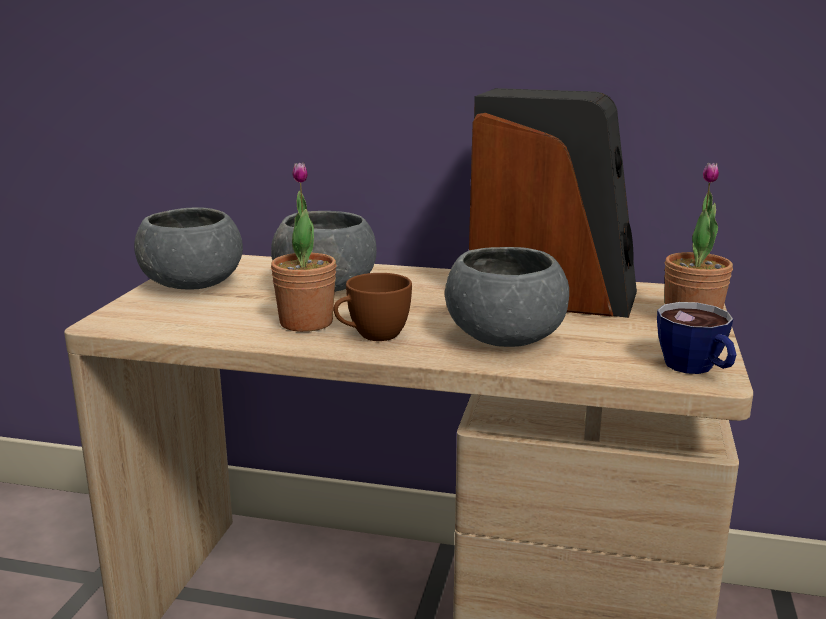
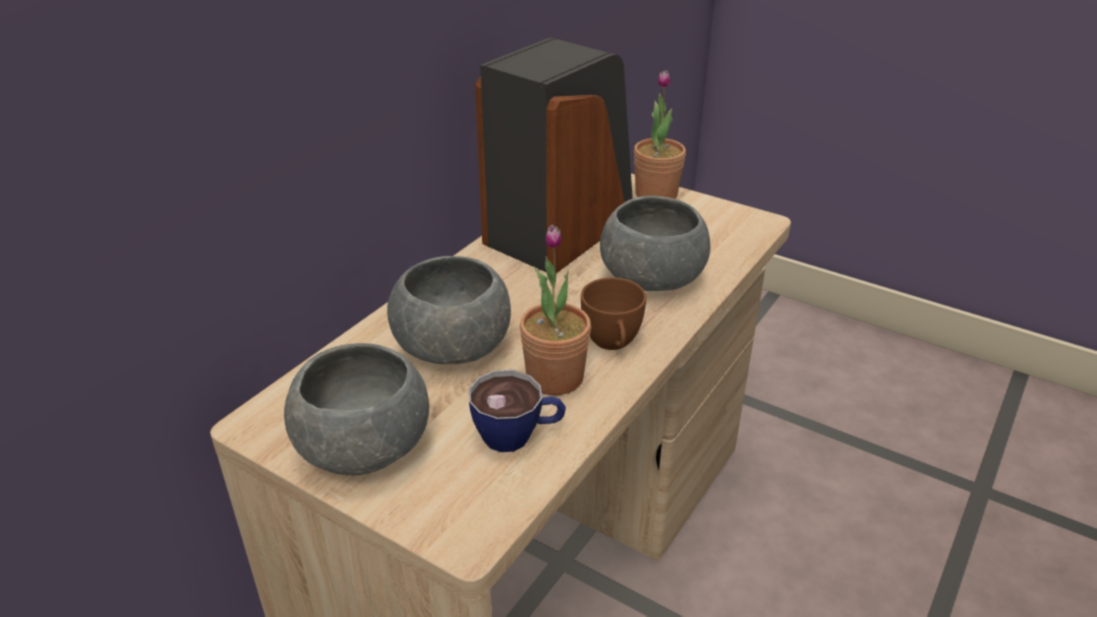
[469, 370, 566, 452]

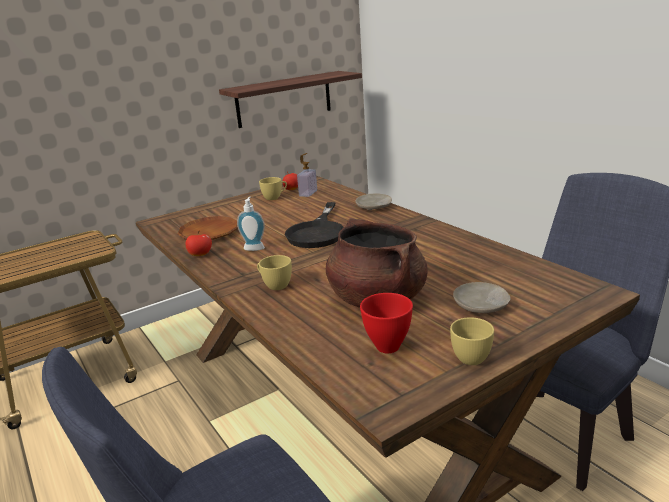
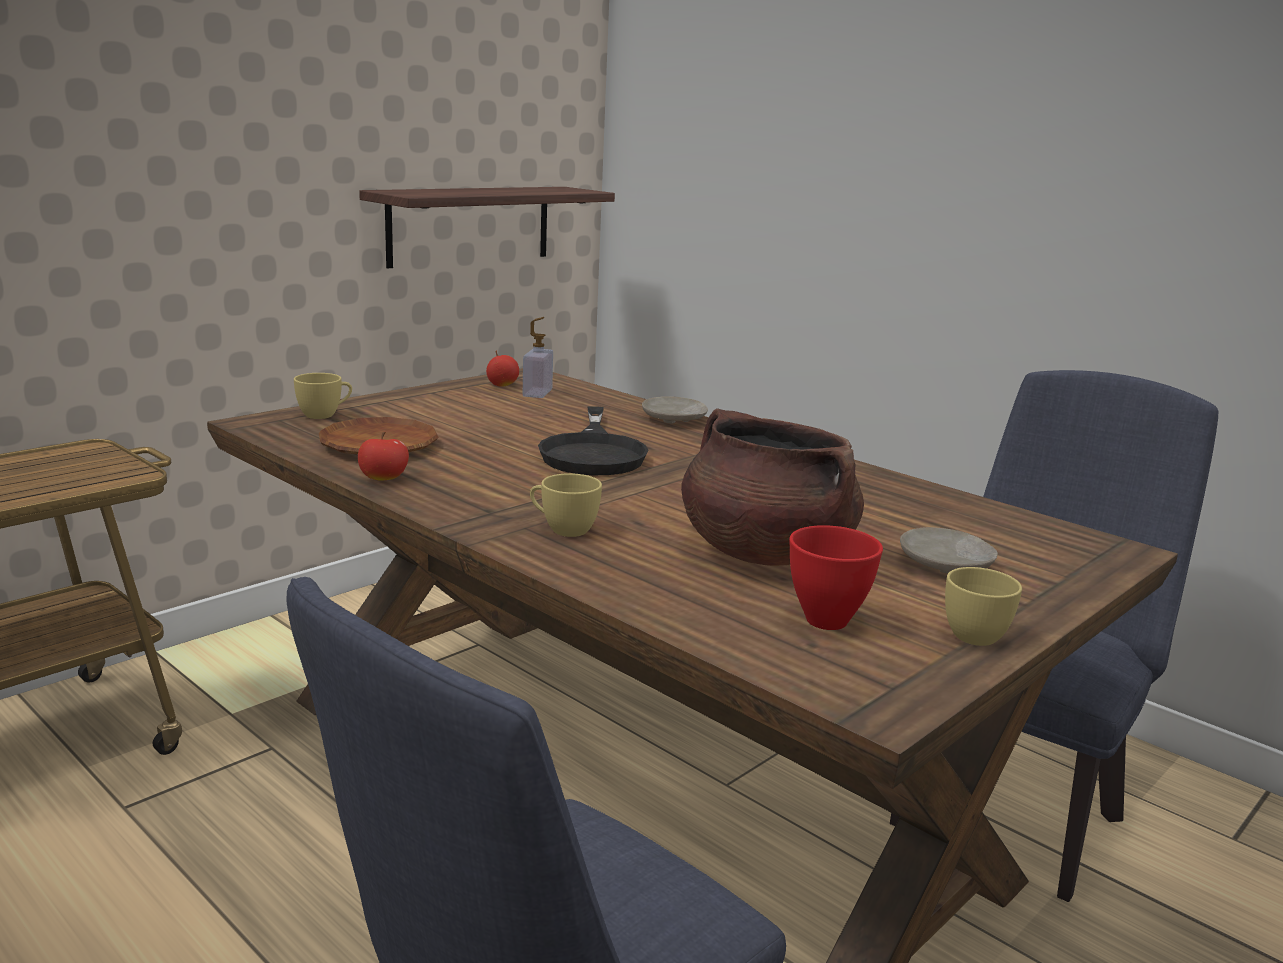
[294, 373, 352, 419]
[237, 197, 265, 251] (first image)

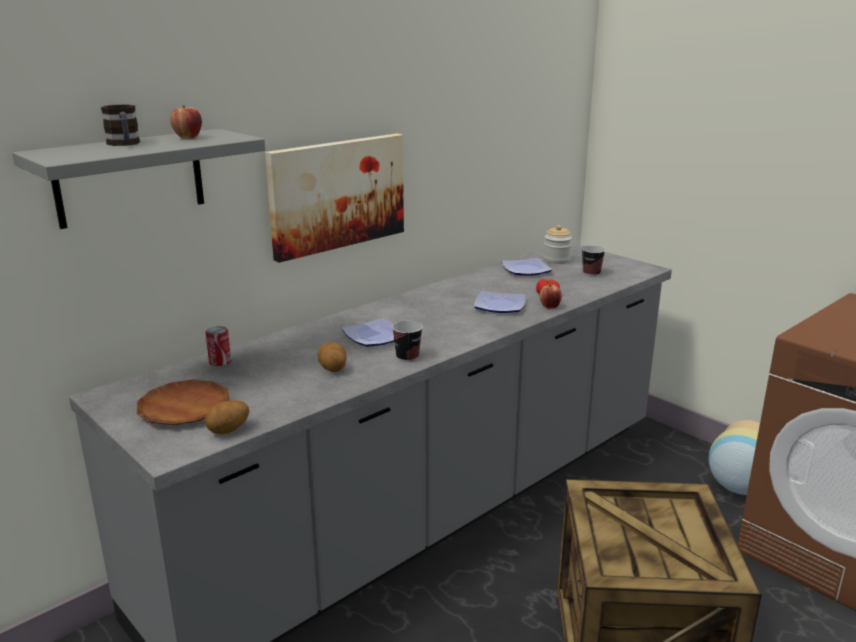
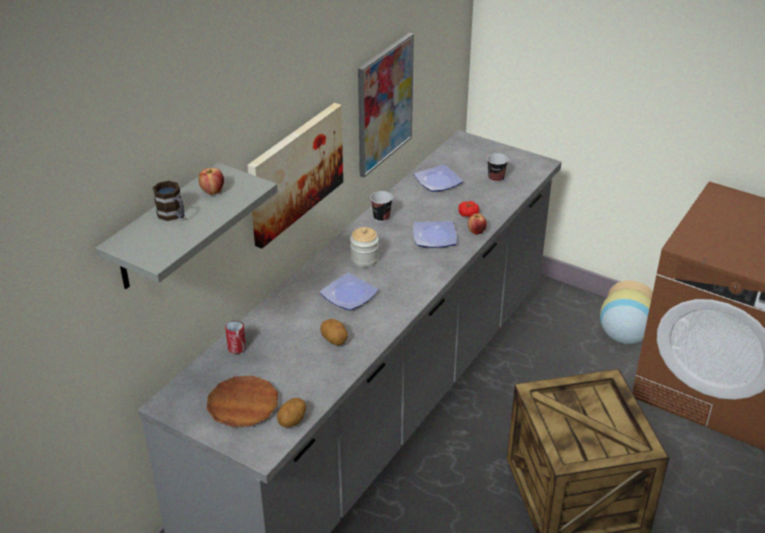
[350, 227, 379, 267]
[358, 33, 414, 178]
[370, 191, 393, 222]

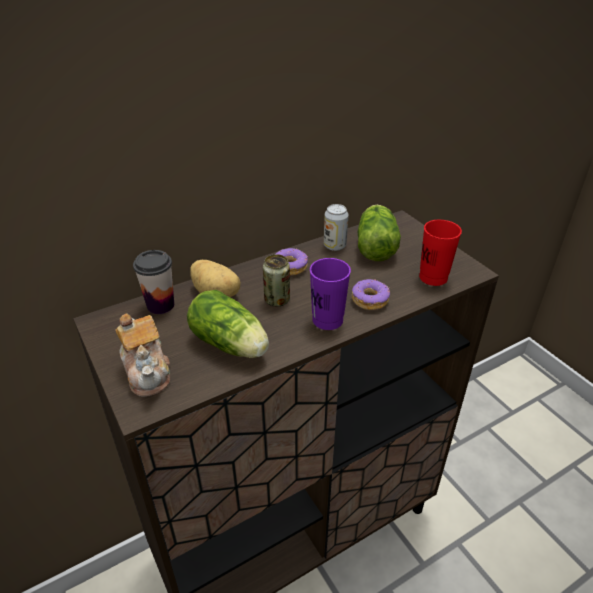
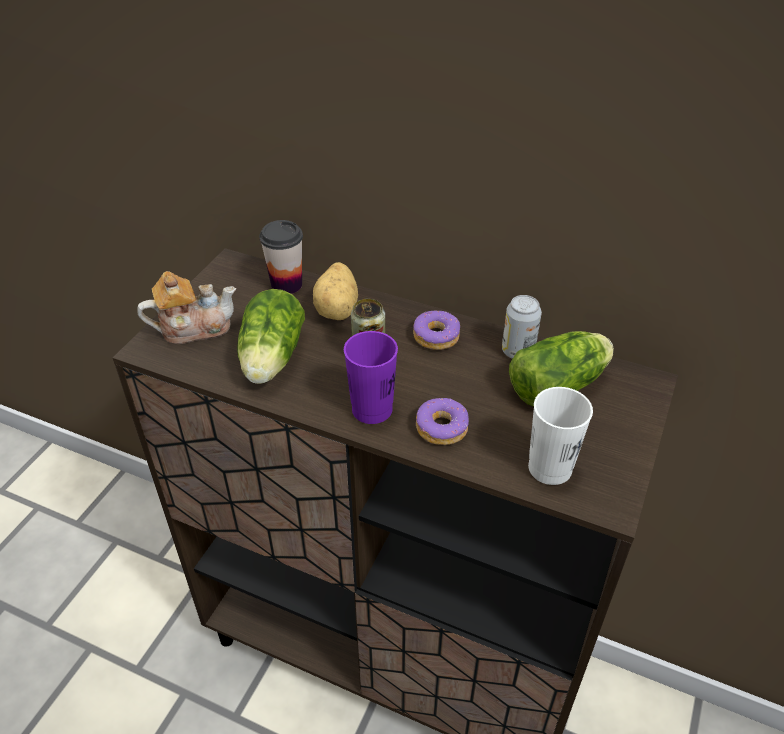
[137, 271, 236, 344]
[528, 387, 593, 485]

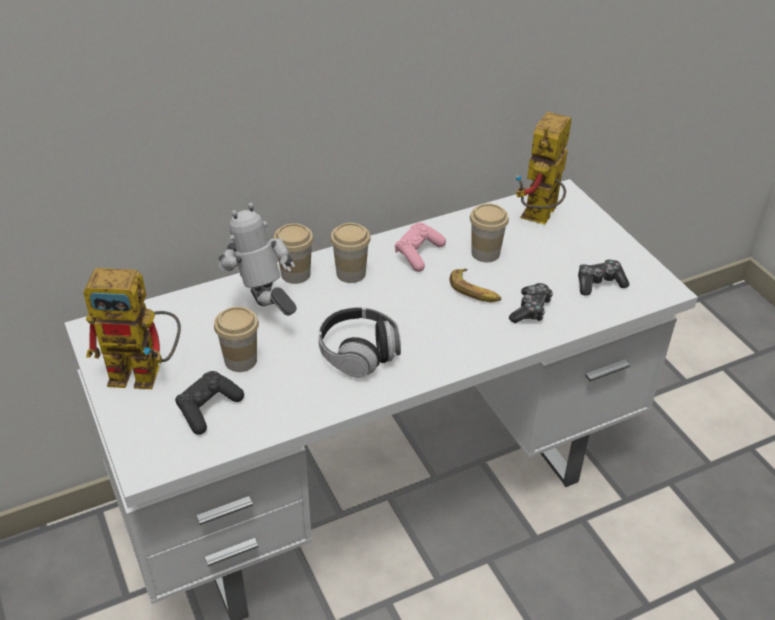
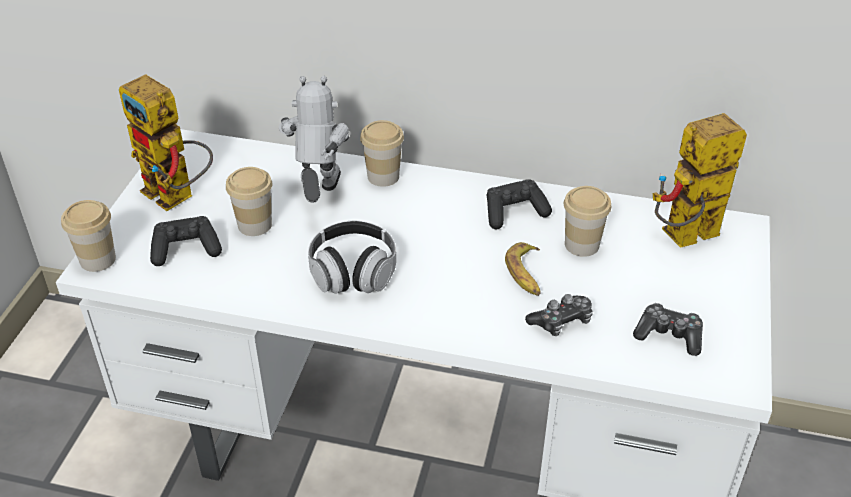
[61, 200, 116, 272]
[487, 179, 552, 229]

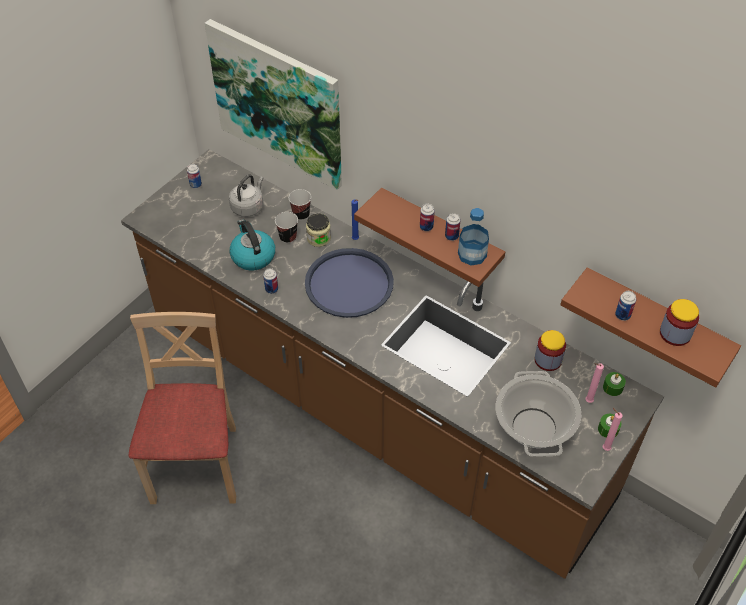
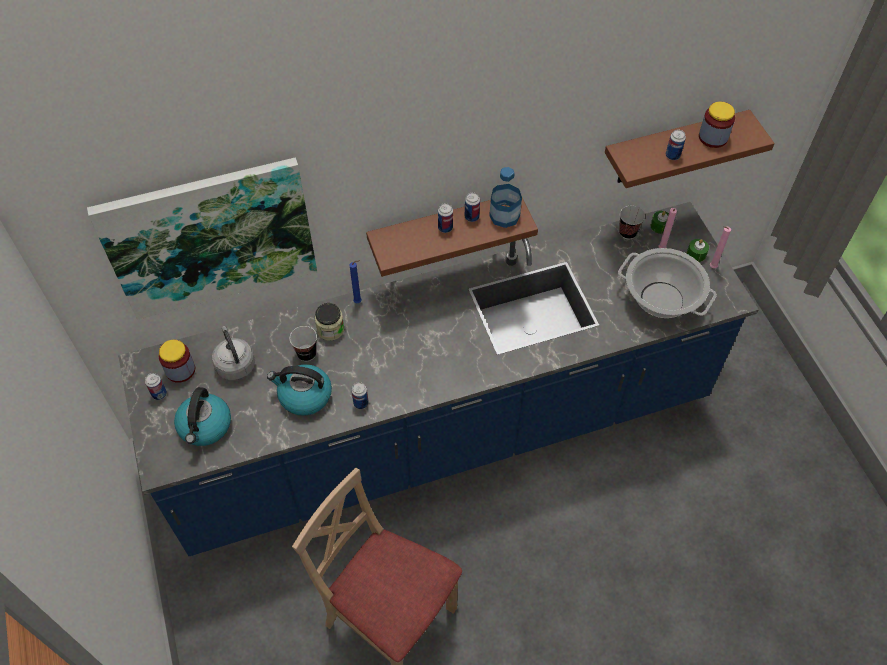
[118, 202, 759, 556]
[159, 340, 195, 383]
[174, 387, 231, 446]
[619, 206, 645, 239]
[305, 248, 394, 318] (first image)

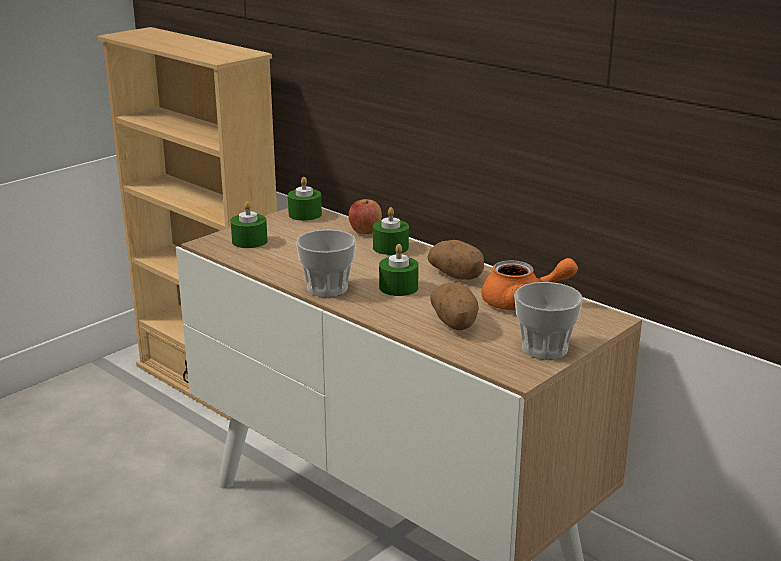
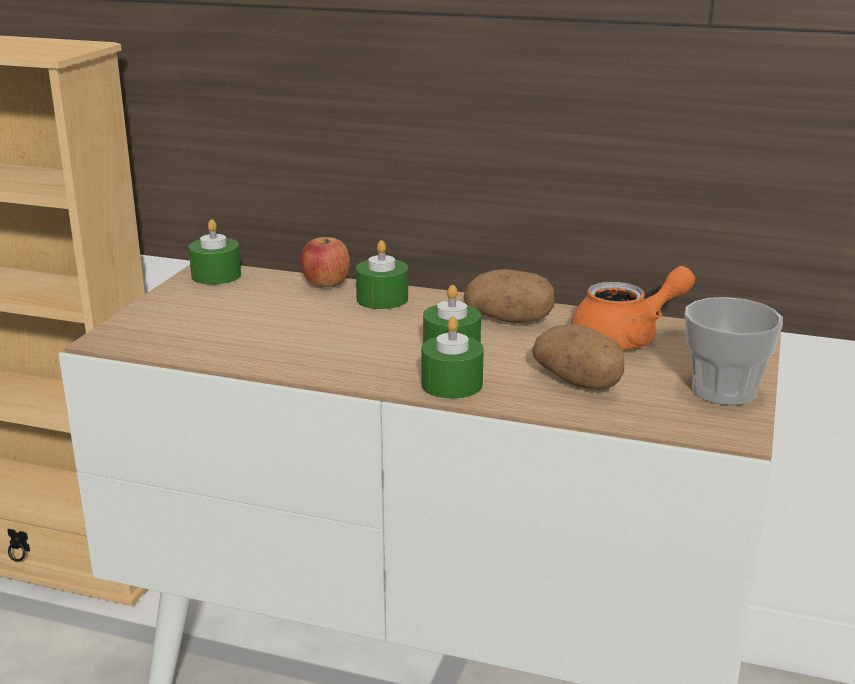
[421, 317, 484, 399]
[296, 230, 356, 297] (first image)

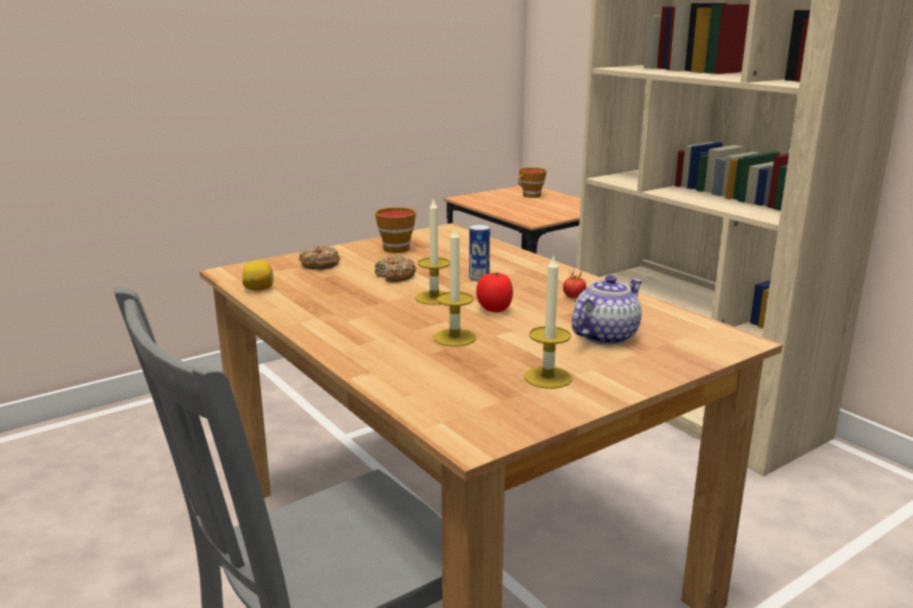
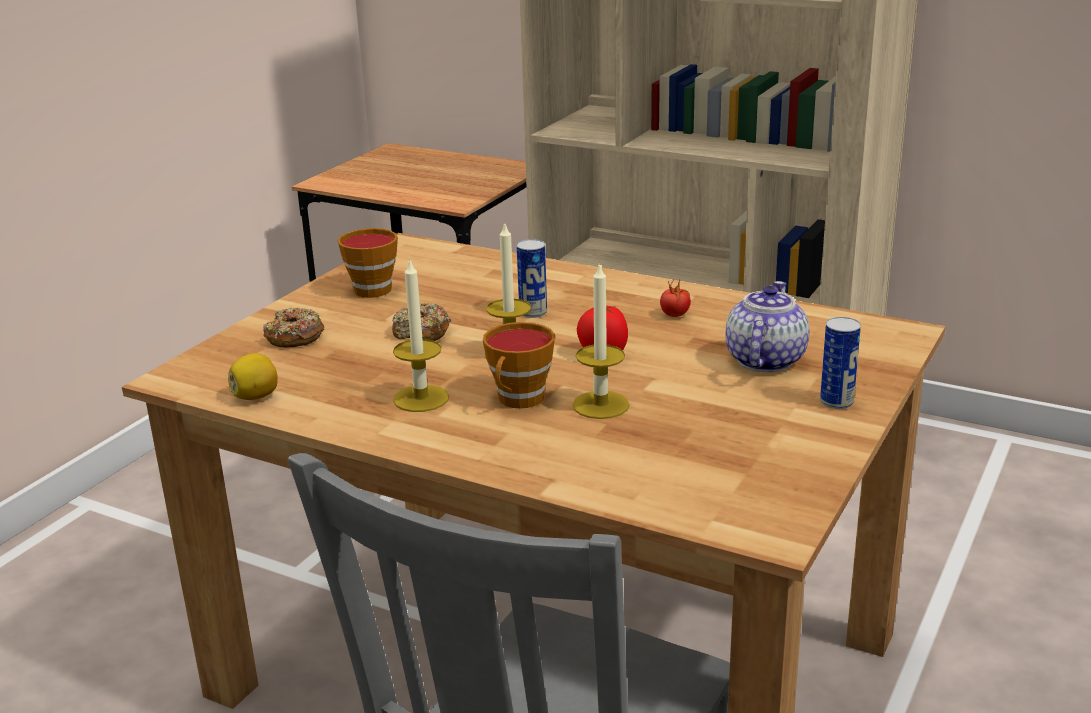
[393, 258, 449, 412]
[483, 322, 555, 409]
[820, 317, 861, 409]

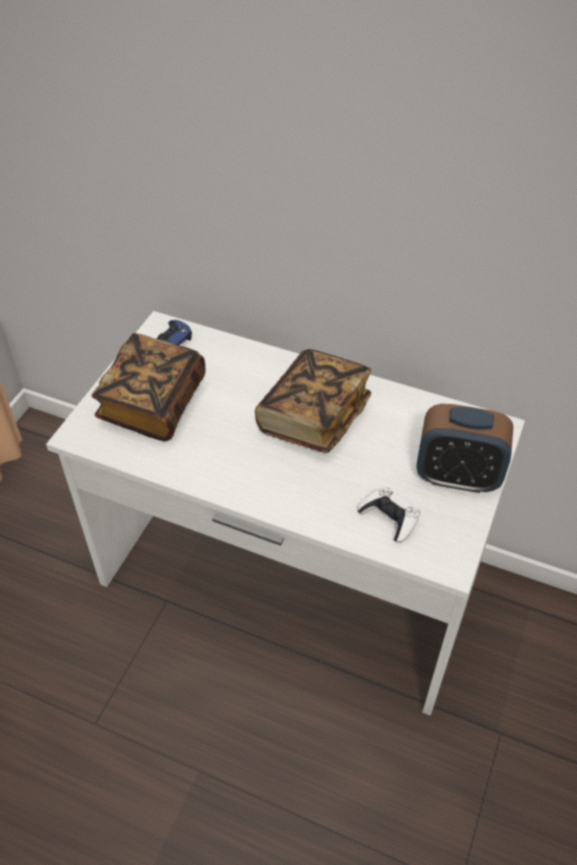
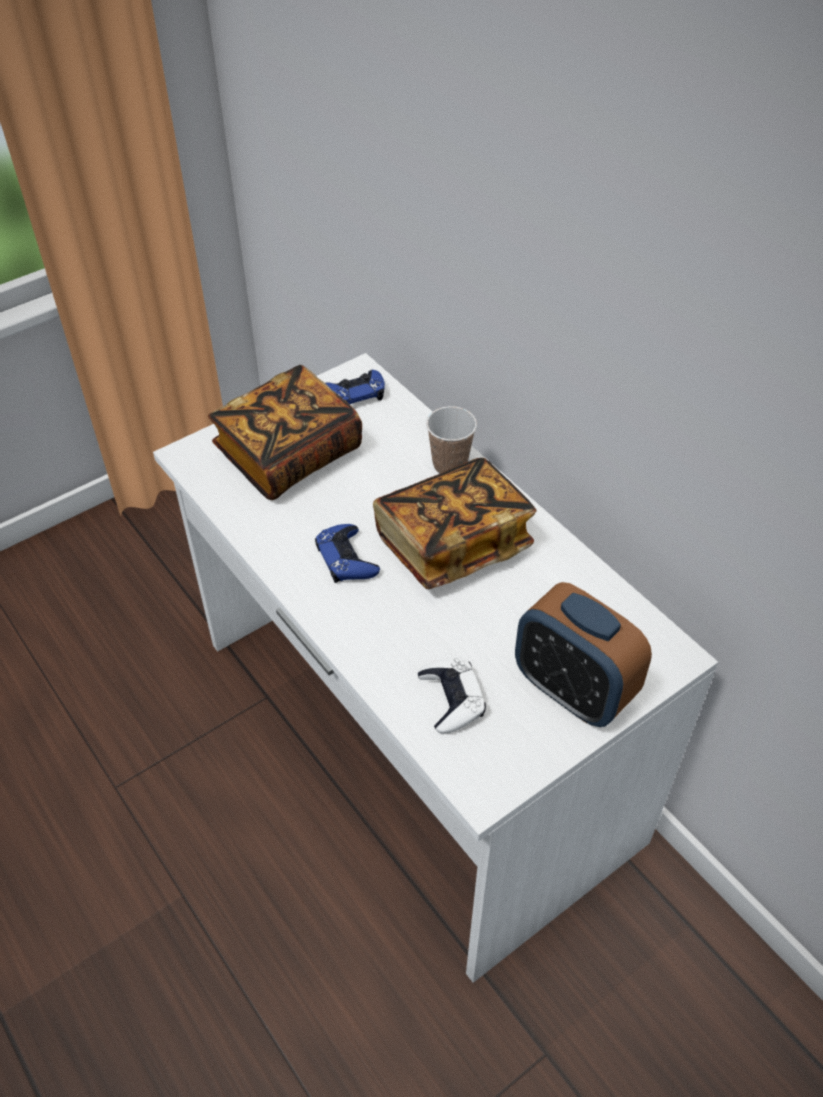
[315, 524, 380, 583]
[426, 406, 477, 474]

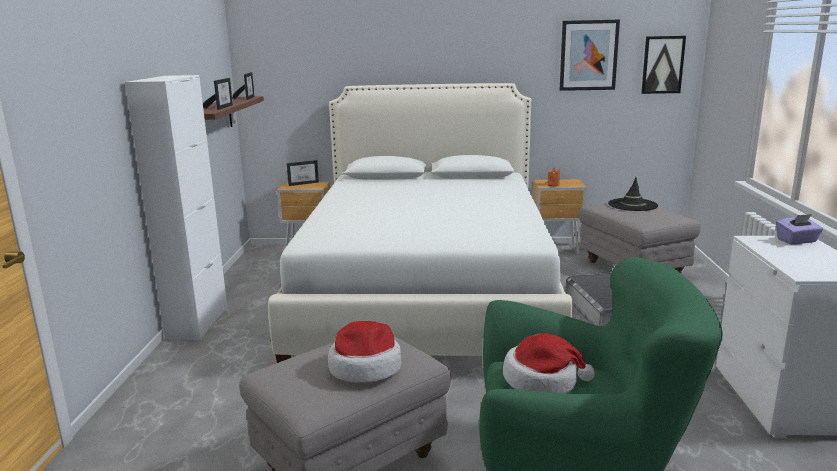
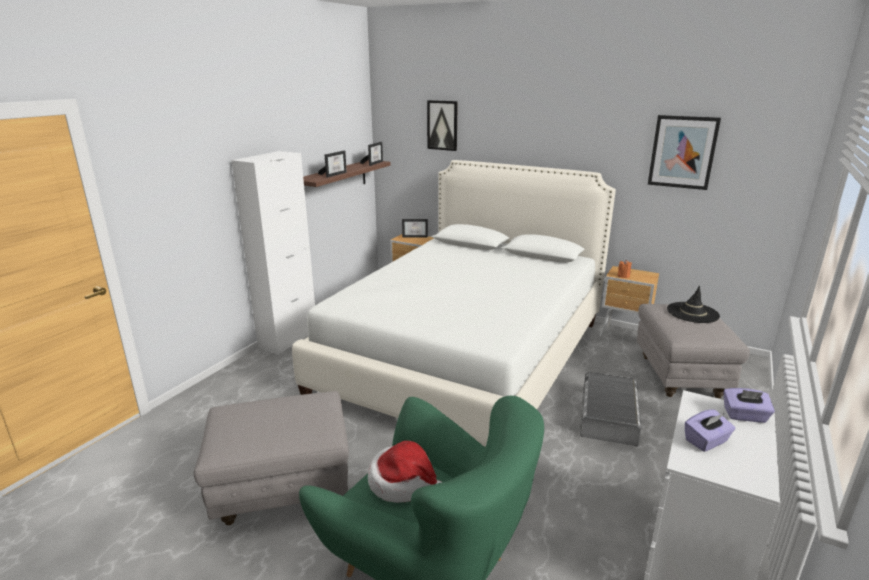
[427, 100, 458, 151]
[685, 409, 736, 452]
[328, 321, 402, 383] (first image)

